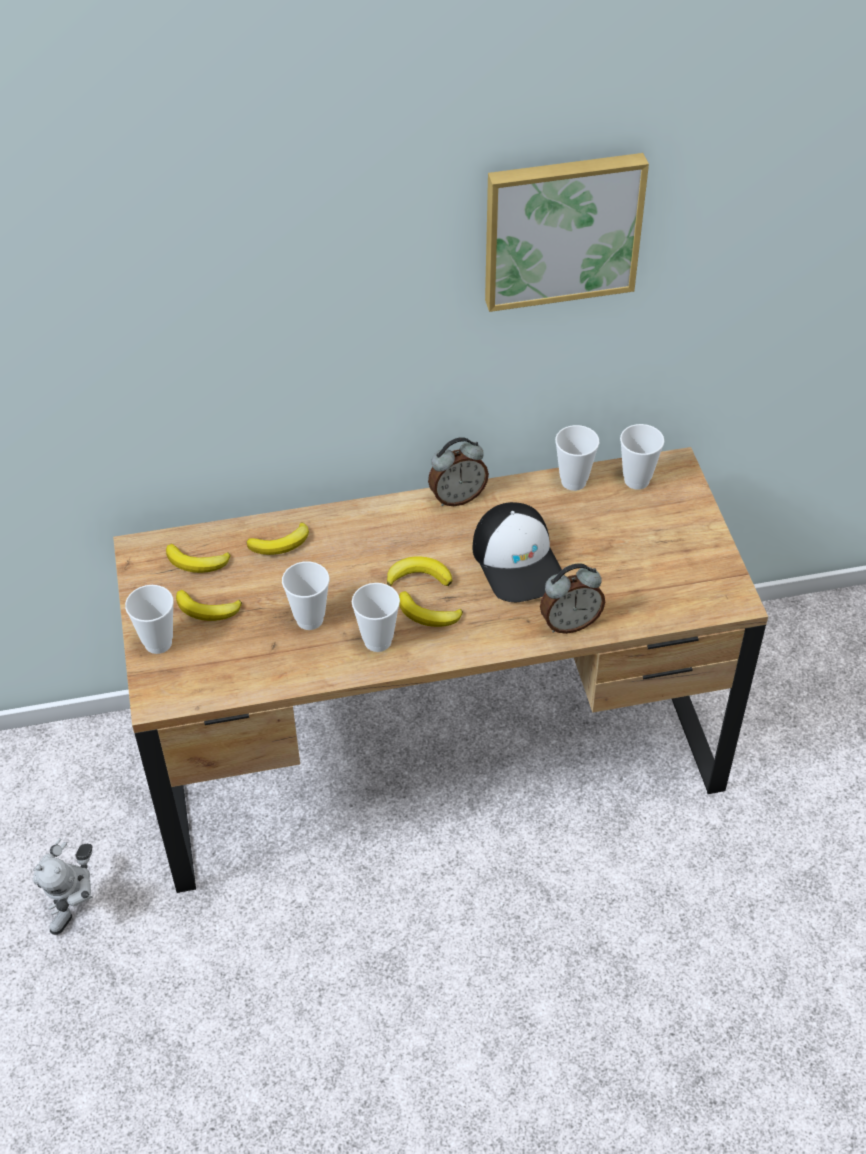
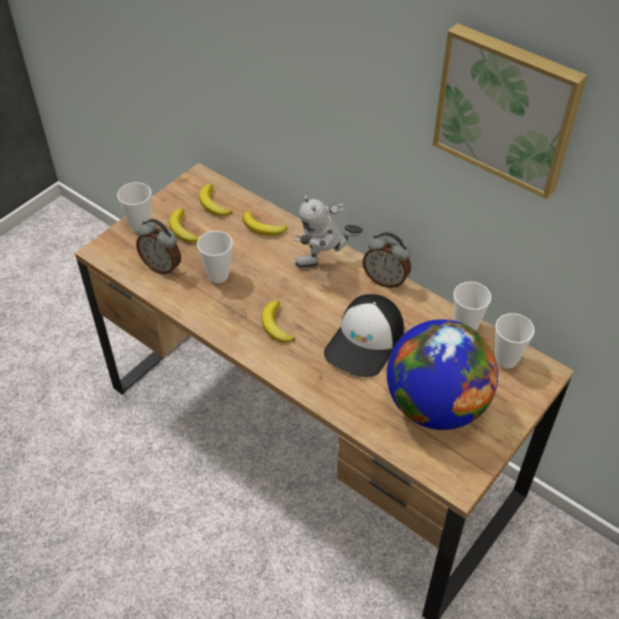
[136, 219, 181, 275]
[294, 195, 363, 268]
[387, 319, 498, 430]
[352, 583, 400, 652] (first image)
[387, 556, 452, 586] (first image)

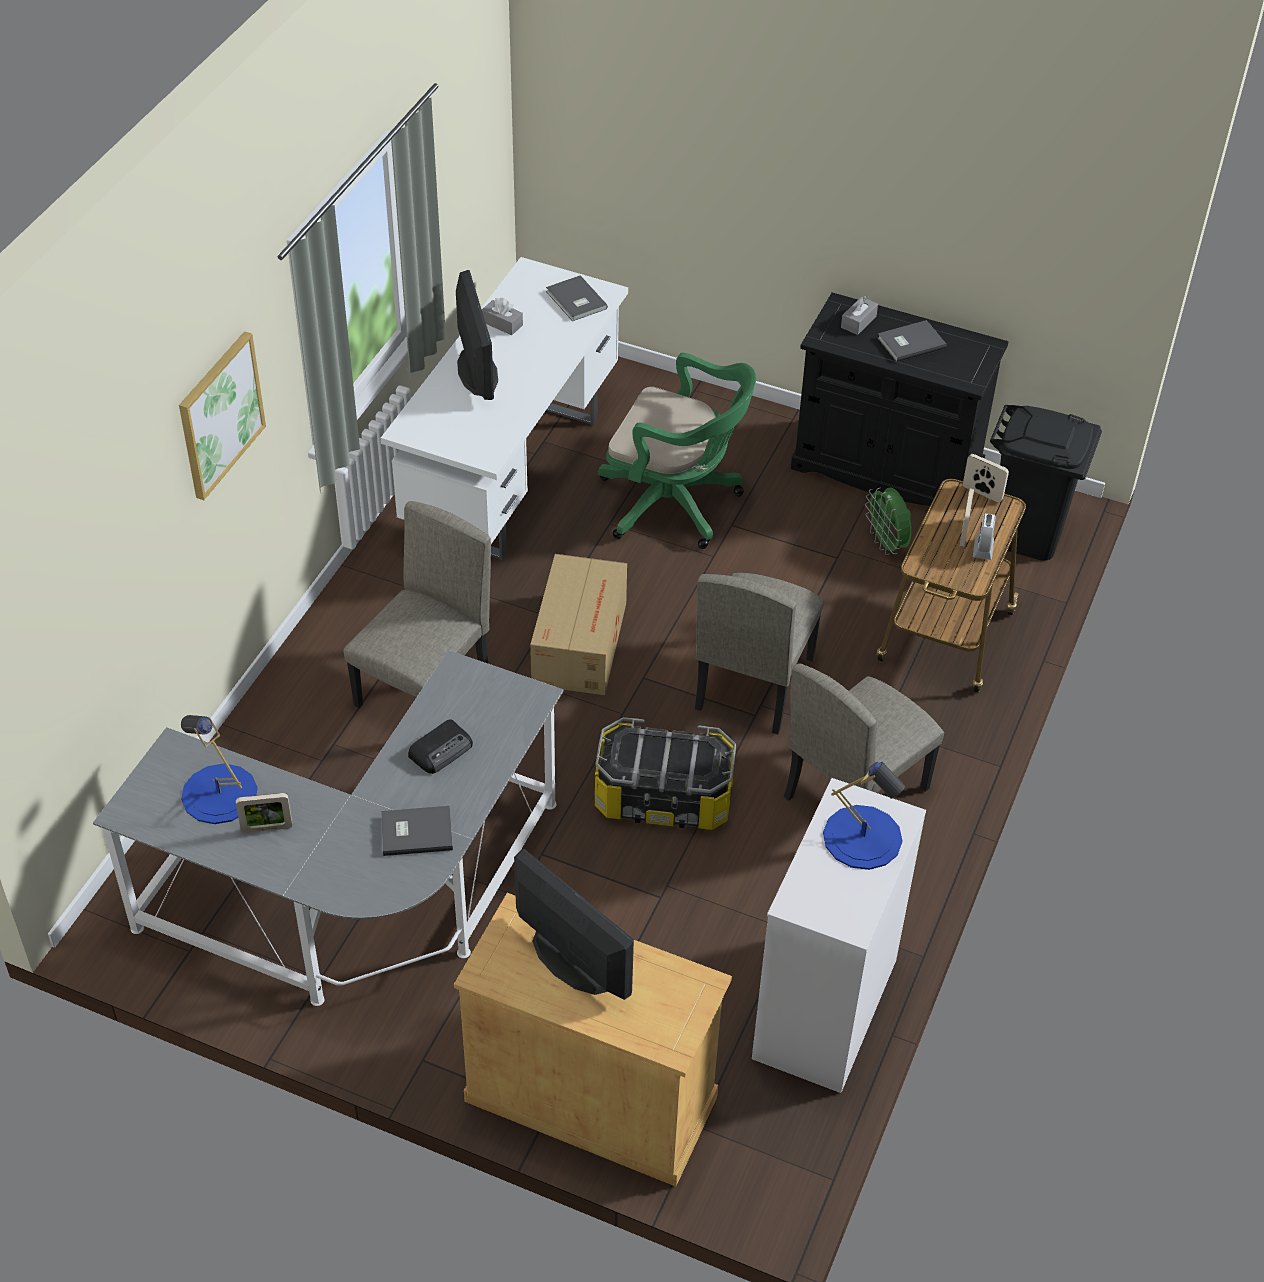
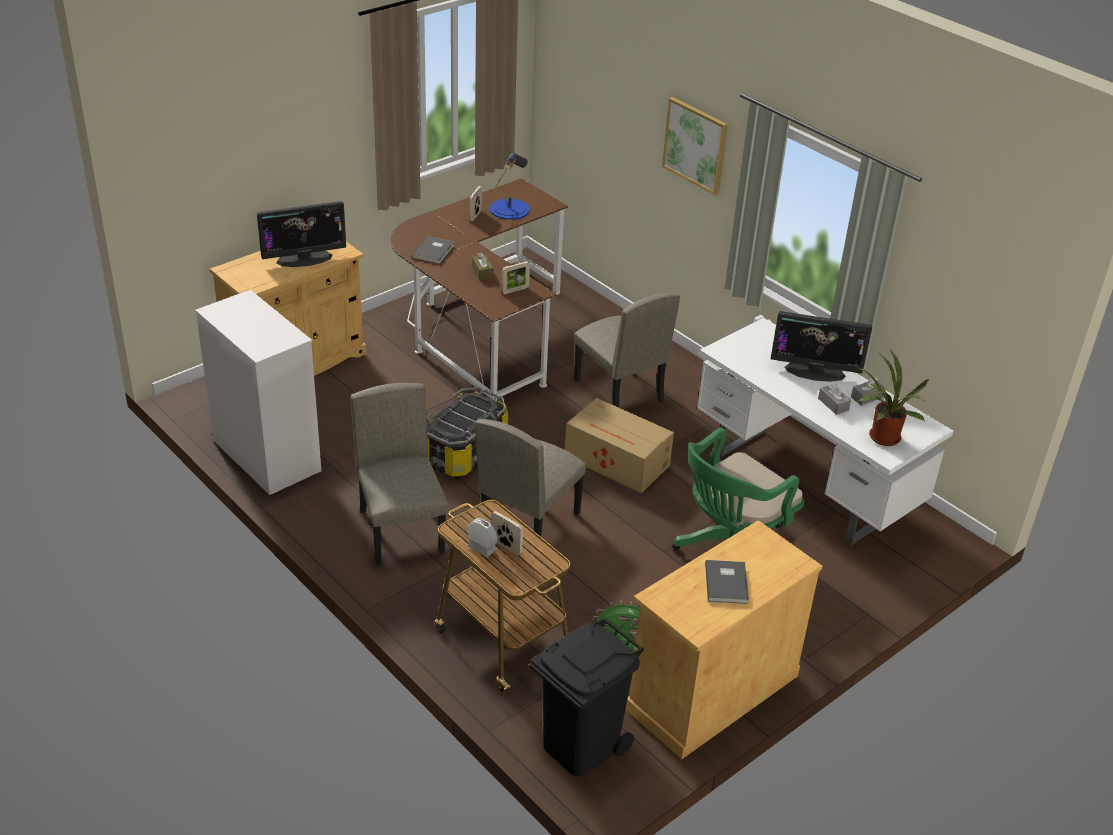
[390, 178, 568, 401]
[472, 252, 494, 280]
[475, 419, 586, 536]
[502, 261, 530, 294]
[626, 520, 823, 759]
[818, 384, 851, 415]
[858, 350, 929, 446]
[823, 762, 905, 870] (first image)

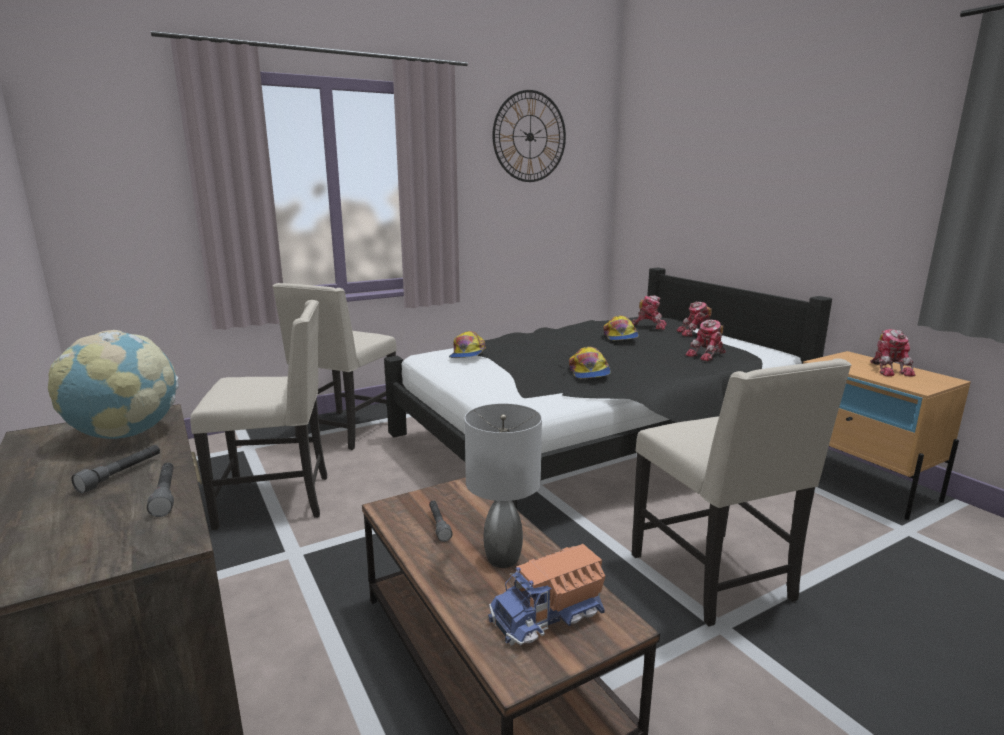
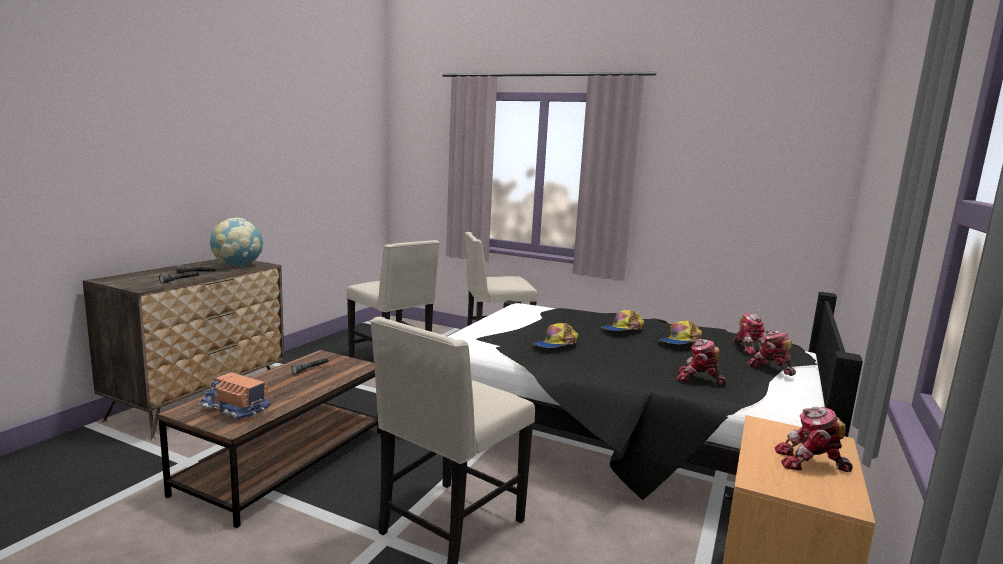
[601, 310, 645, 331]
[775, 407, 853, 472]
[465, 403, 542, 568] (first image)
[492, 90, 566, 182] (first image)

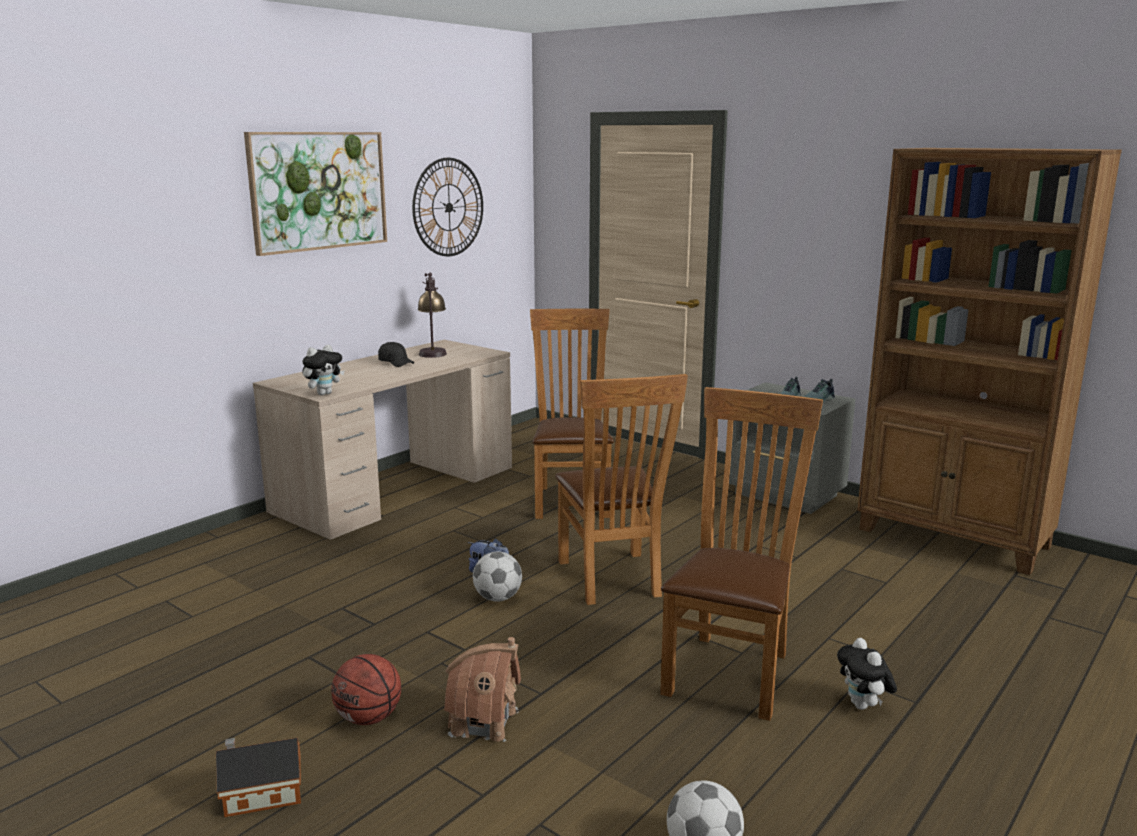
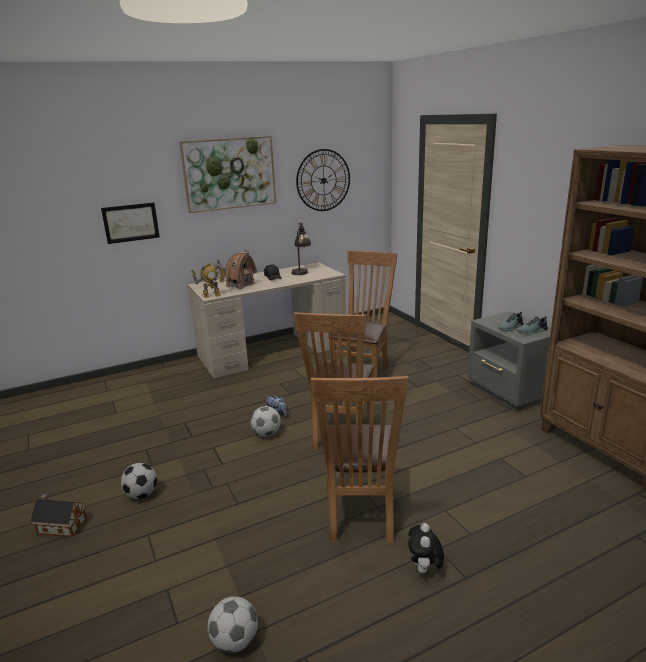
[101, 203, 160, 244]
[121, 463, 157, 499]
[192, 259, 226, 298]
[224, 249, 257, 289]
[311, 376, 408, 543]

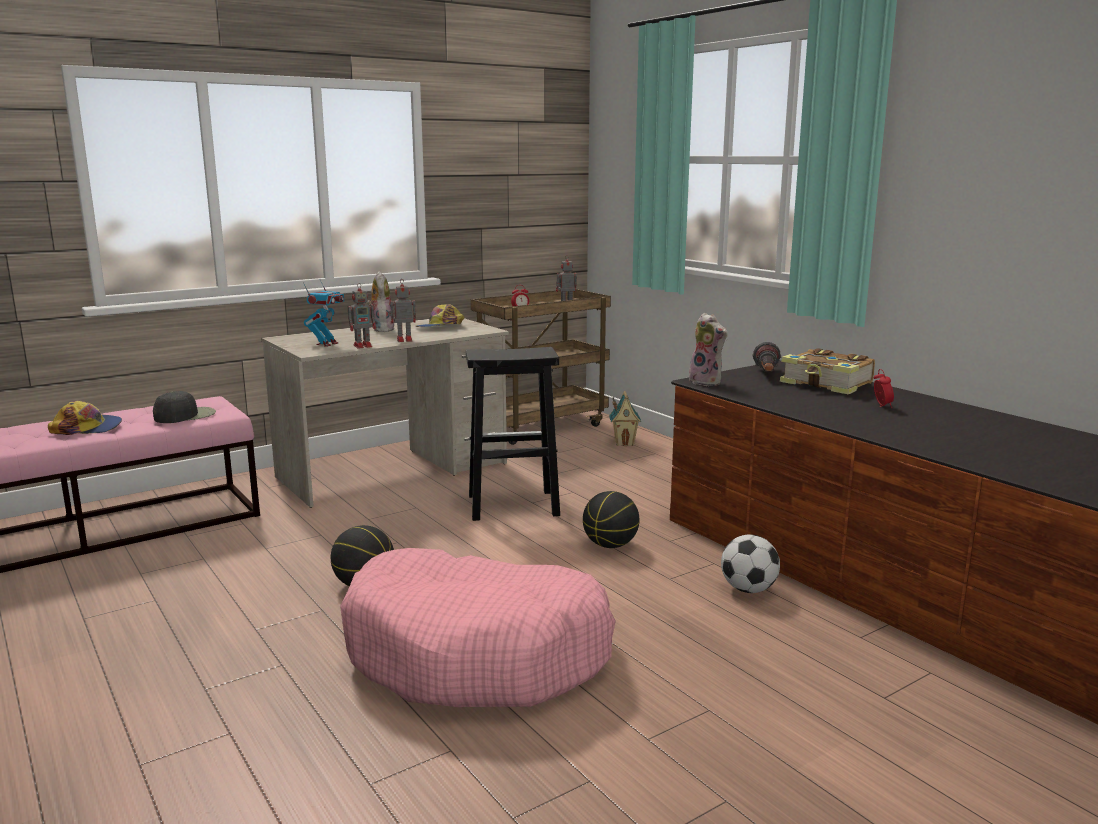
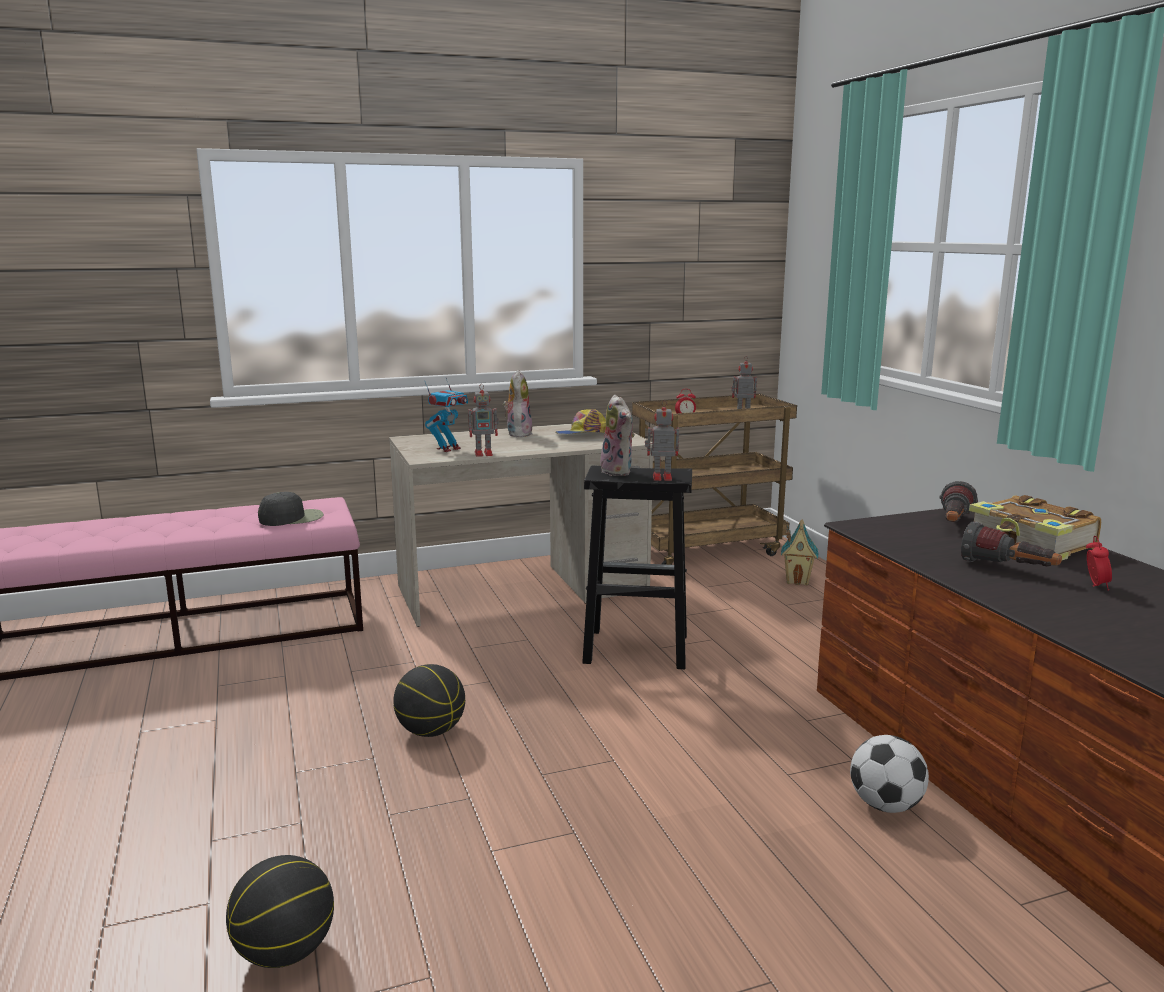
[226, 855, 334, 968]
[600, 395, 635, 476]
[645, 400, 679, 481]
[961, 521, 1062, 567]
[48, 401, 122, 435] (first image)
[340, 548, 616, 707] (first image)

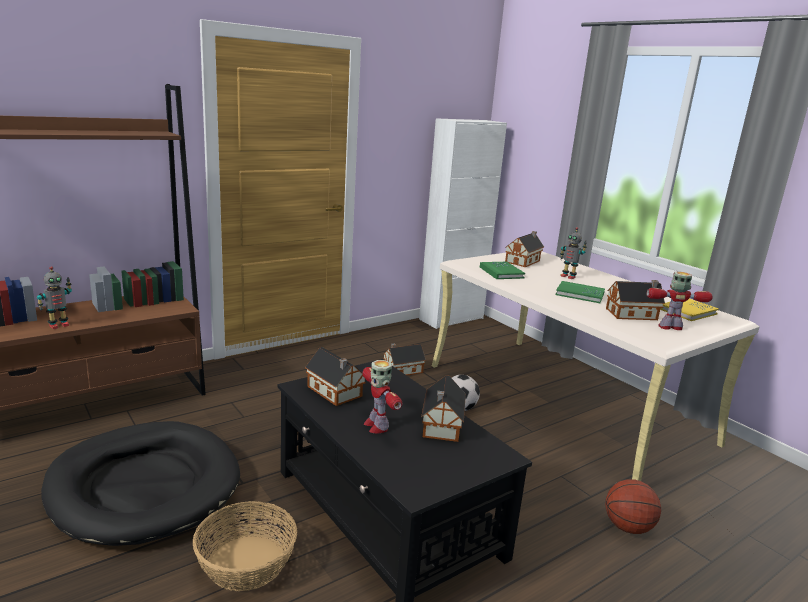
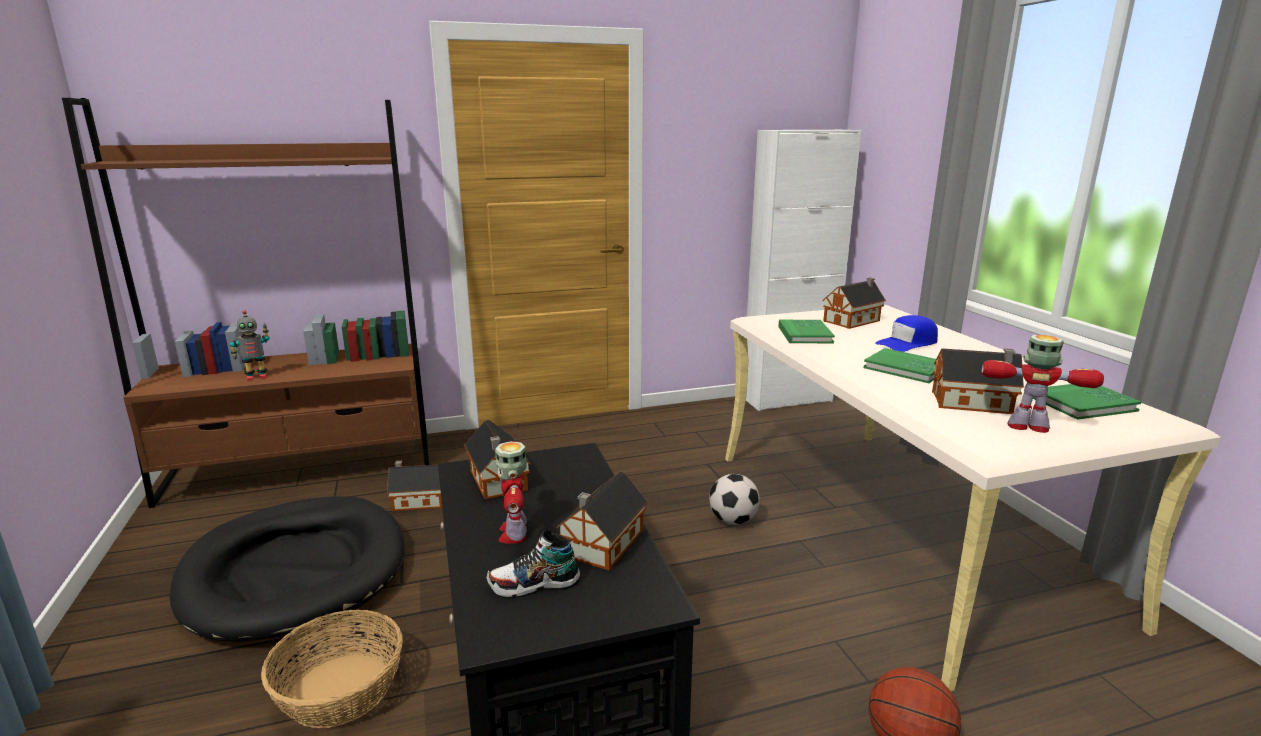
[387, 461, 442, 511]
[487, 530, 580, 598]
[875, 315, 938, 352]
[1033, 384, 1141, 420]

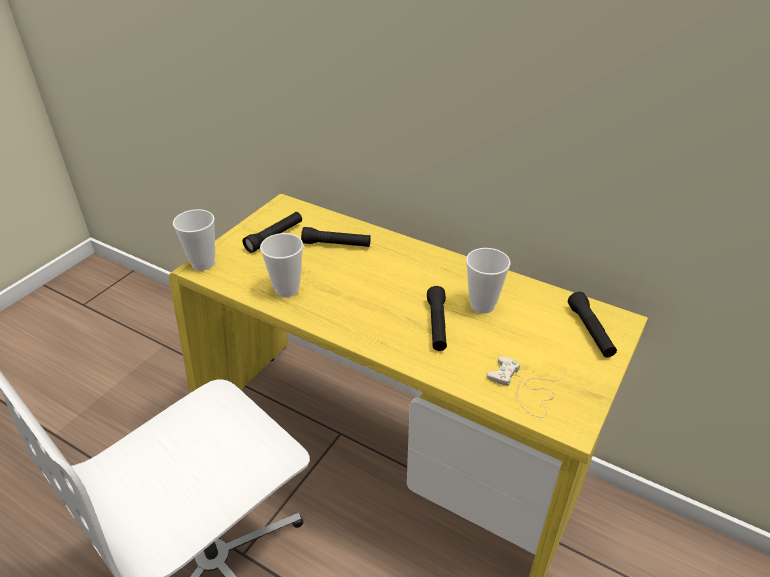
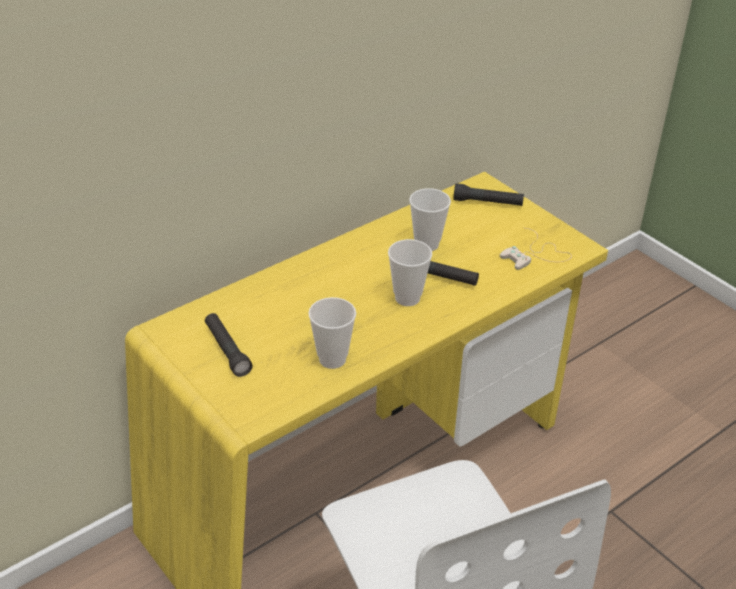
[388, 239, 432, 306]
[301, 227, 371, 247] (first image)

